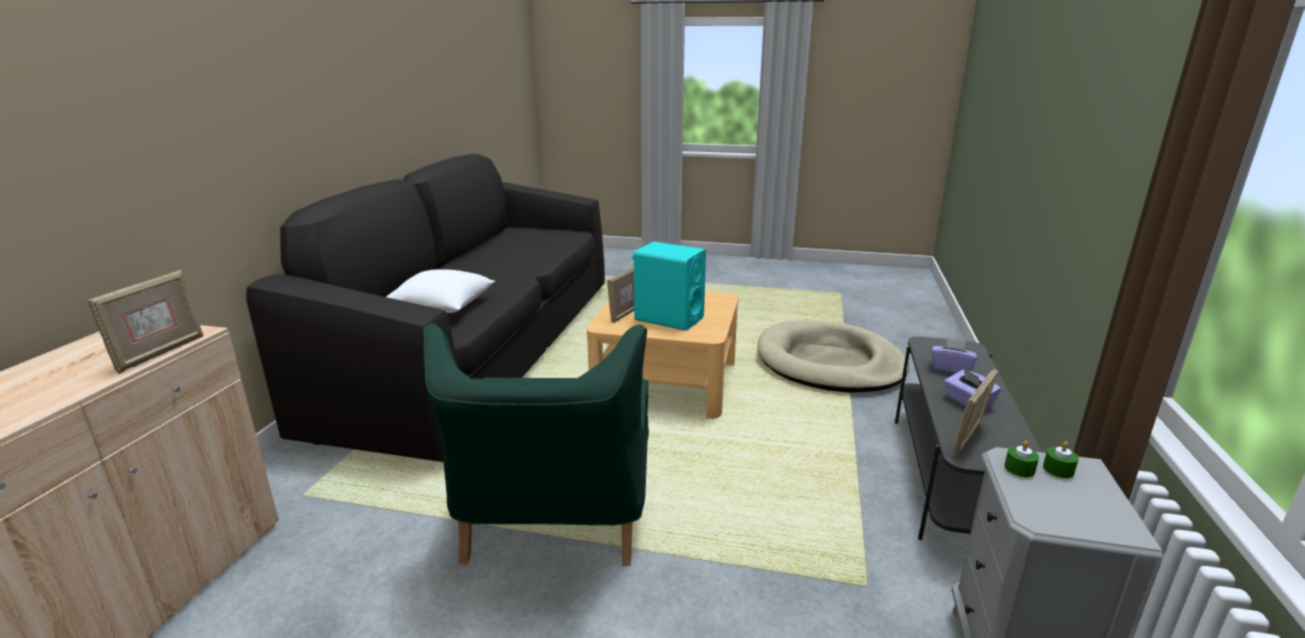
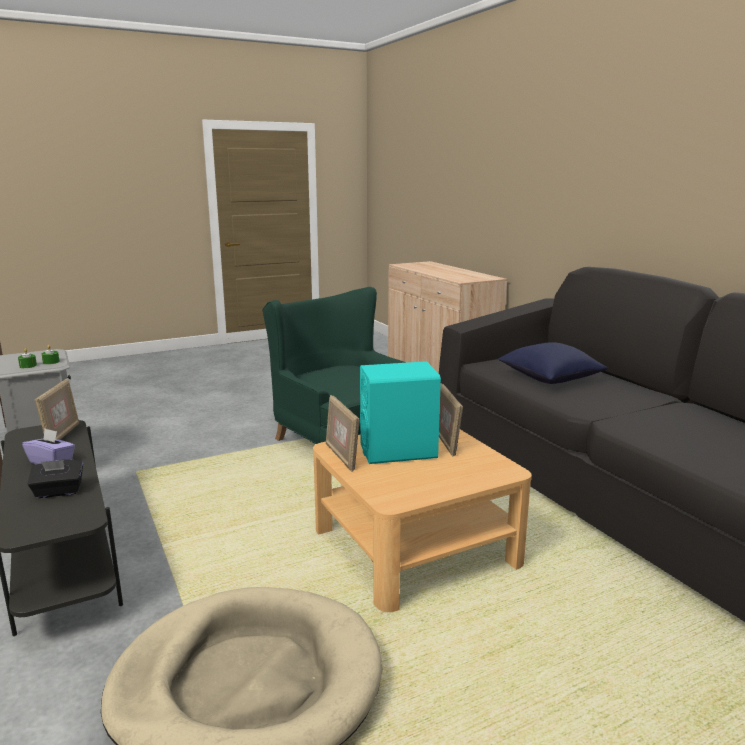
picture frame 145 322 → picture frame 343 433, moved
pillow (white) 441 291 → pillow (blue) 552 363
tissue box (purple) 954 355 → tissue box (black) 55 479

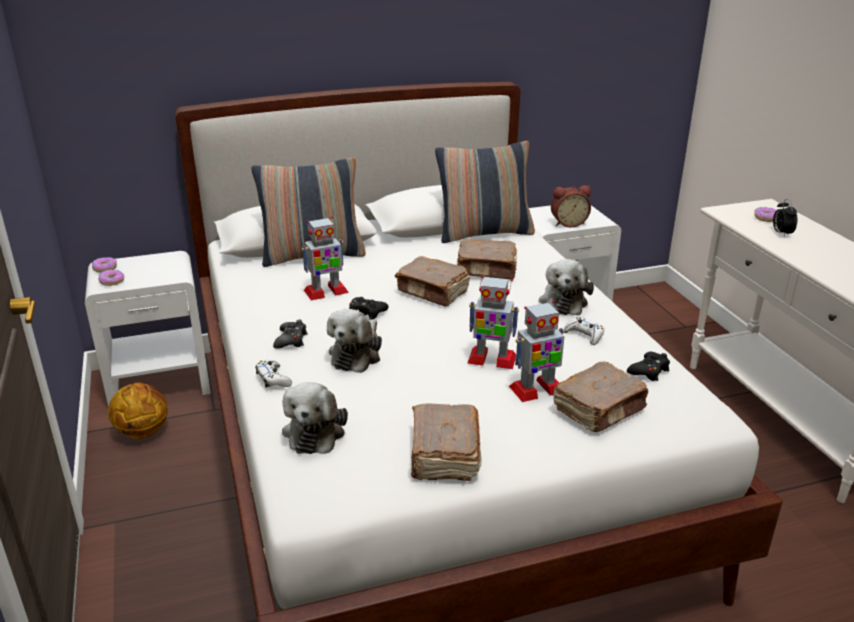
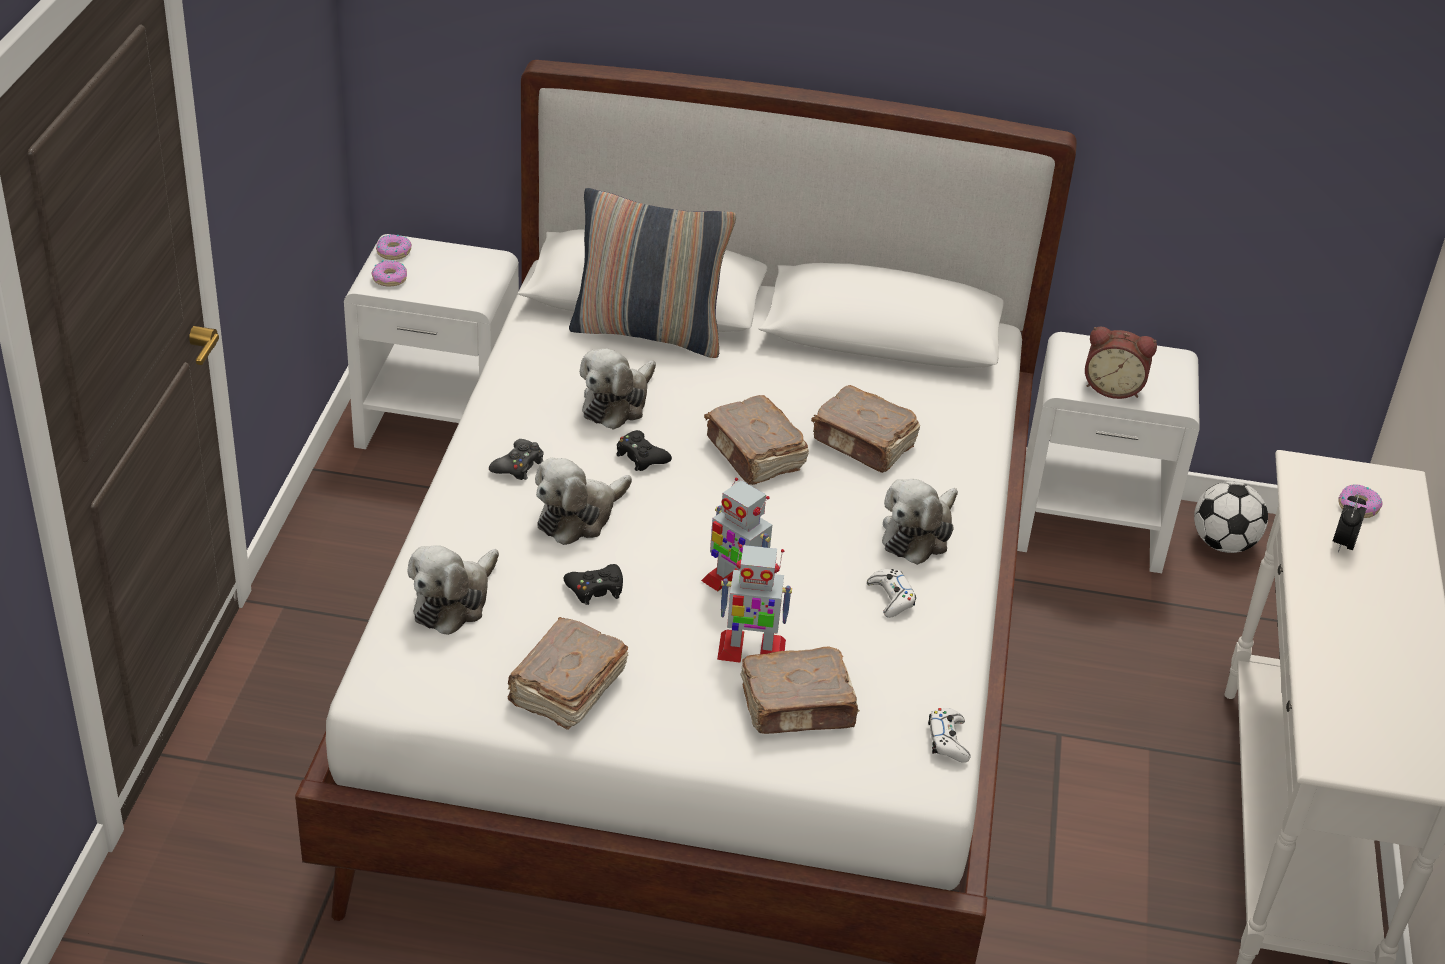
basketball 138 410 → -
game controller (white) 273 373 → game controller (white) 949 735, moved
toy robot 325 258 → plush toy 618 389
pillow 485 192 → -
game controller (black) 648 366 → game controller (black) 593 584, moved
- → football 1231 517

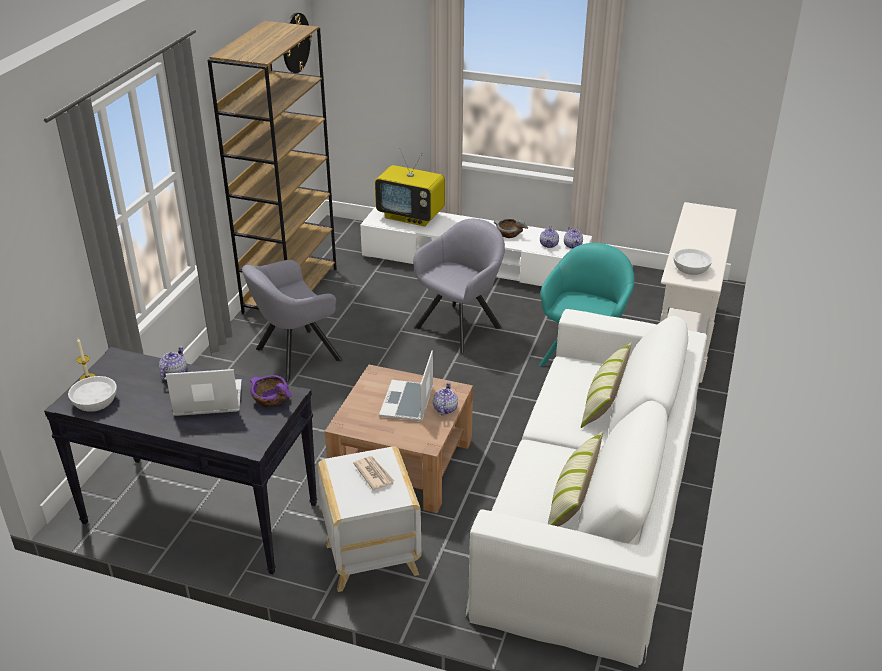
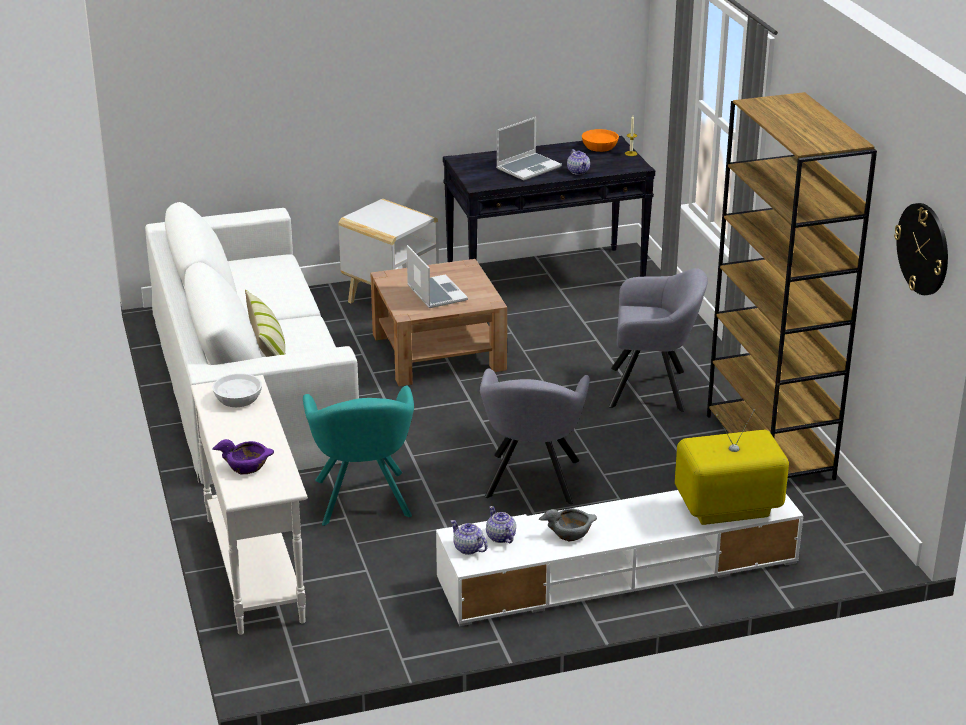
bowl (white) 92 394 → bowl (orange) 600 140
armchair (grey) 292 321 → armchair (grey) 658 340, 75 degrees clockwise
bowl (purple) 271 391 → bowl (purple) 243 457, moved
newspaper 373 473 → -
teapot 445 399 → -
pillow 575 478 → -

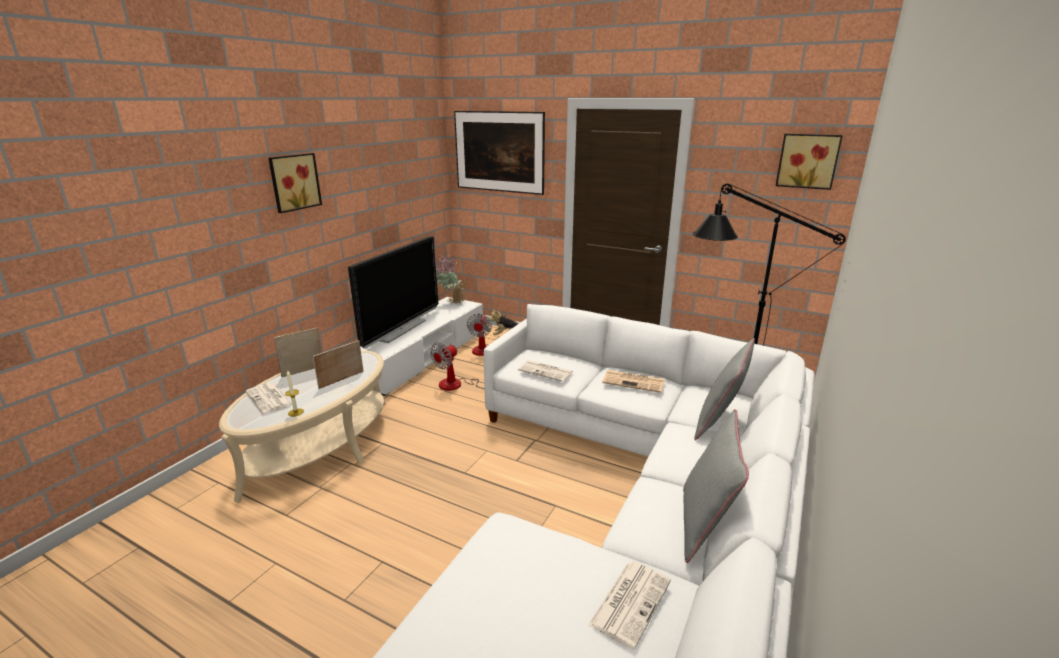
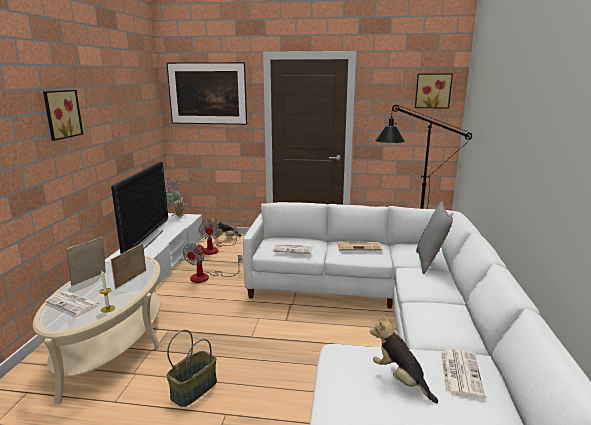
pillow (grey) 716 486 → -
- → basket 191 368
- → plush toy 404 358

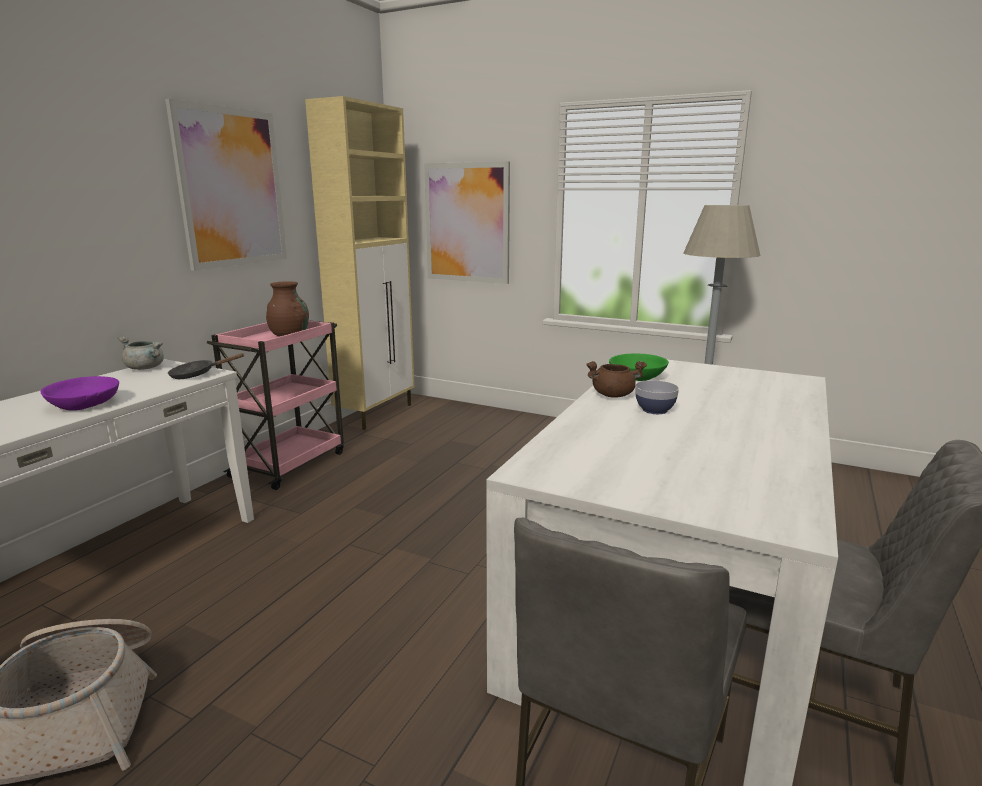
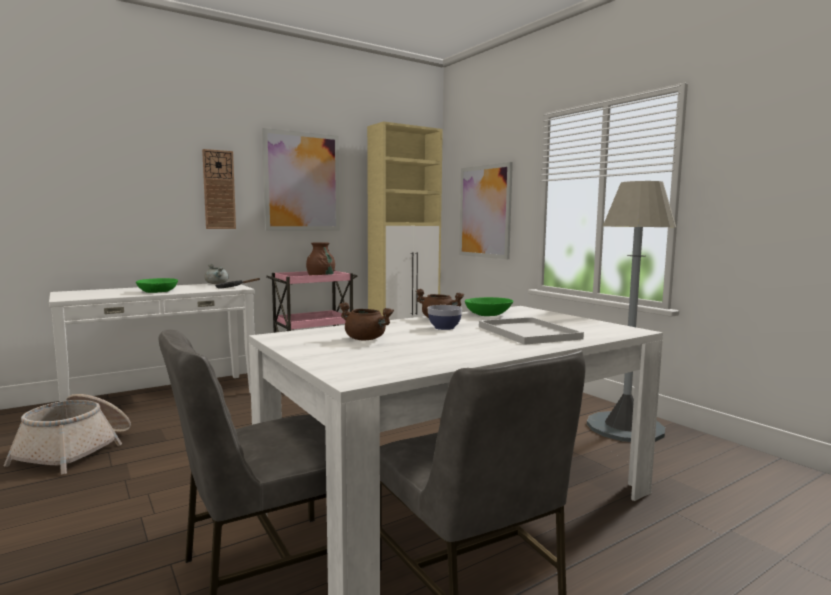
bowl (purple) 79 393 → bowl (green) 157 285
- → wall clock 219 189
- → cooking pot (brown) 366 321
- → tray (white) 531 331

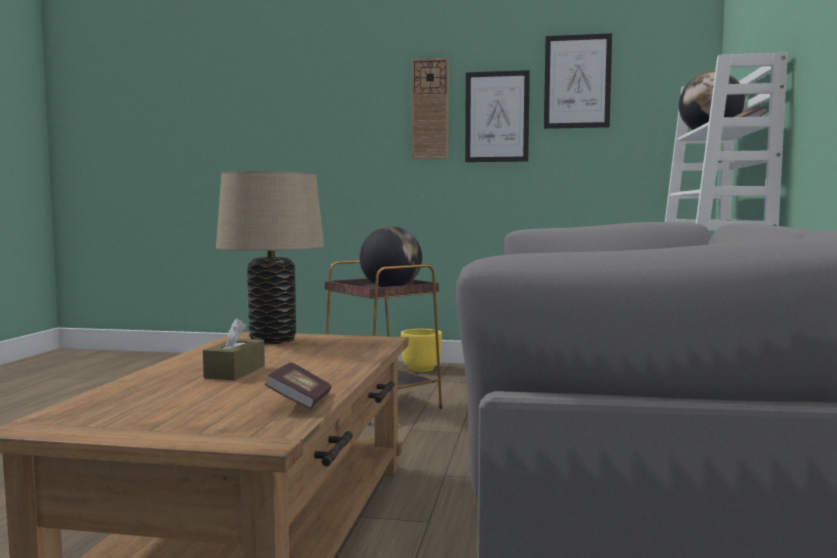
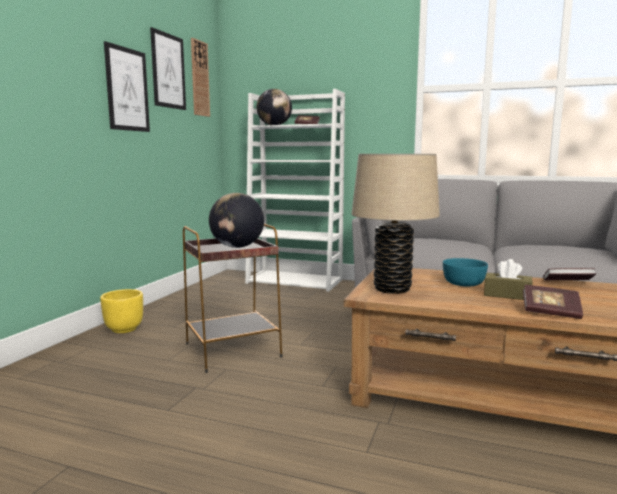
wall clock 430 108 → wall clock 200 77, moved
- → bowl (turquoise) 465 272
- → book 553 302

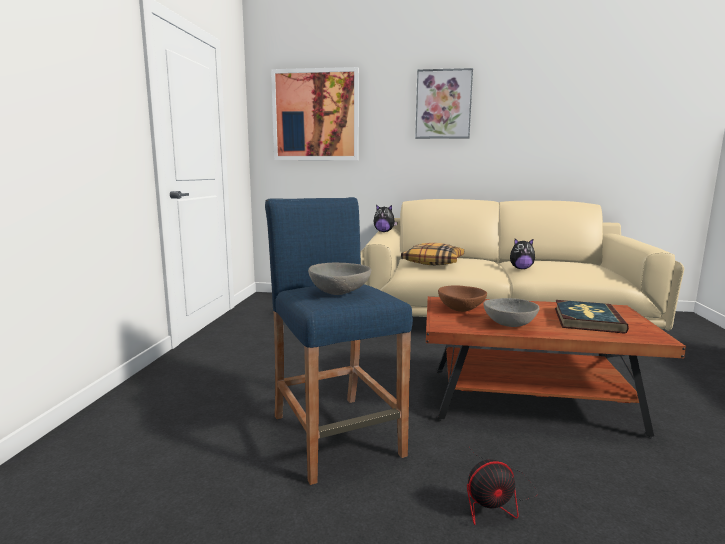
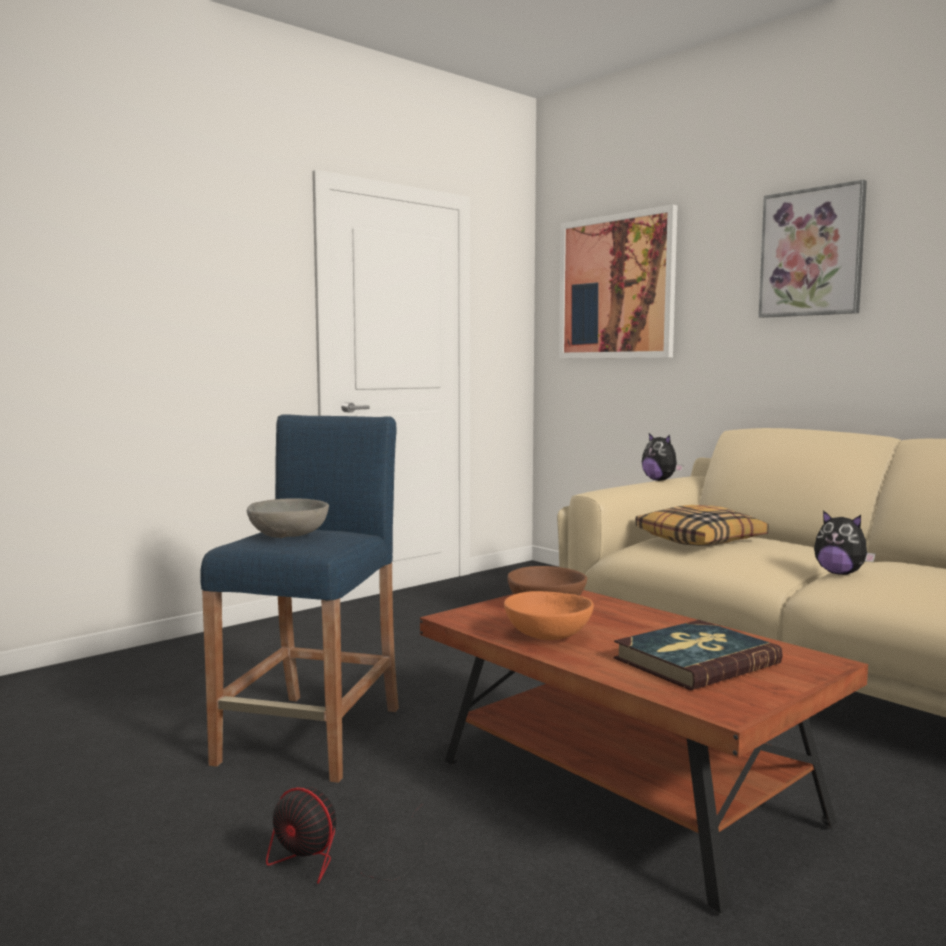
bowl (grey) 511 312 → bowl (orange) 549 615

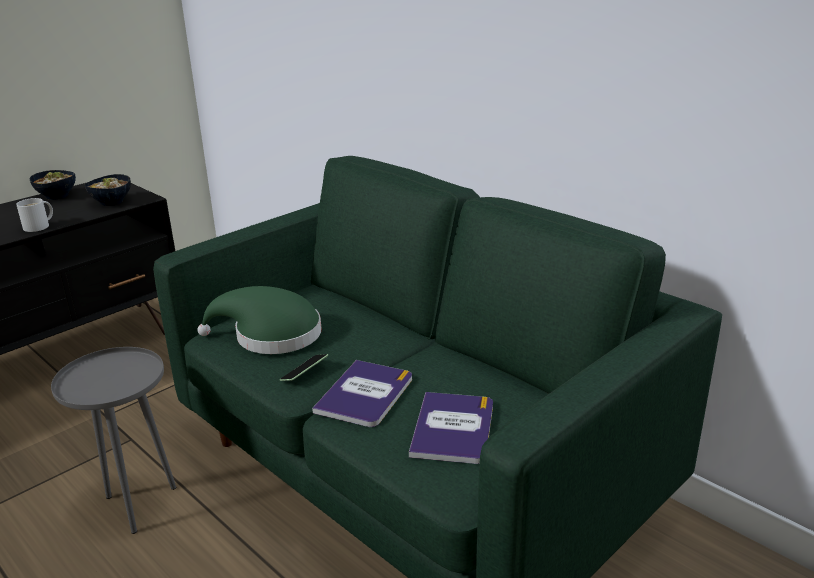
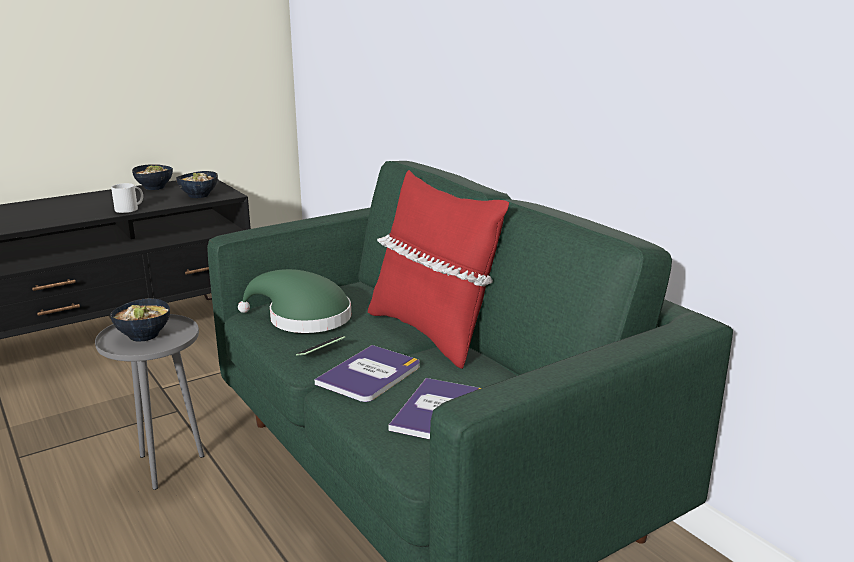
- → bowl 140 320
- → pillow (red) 438 269

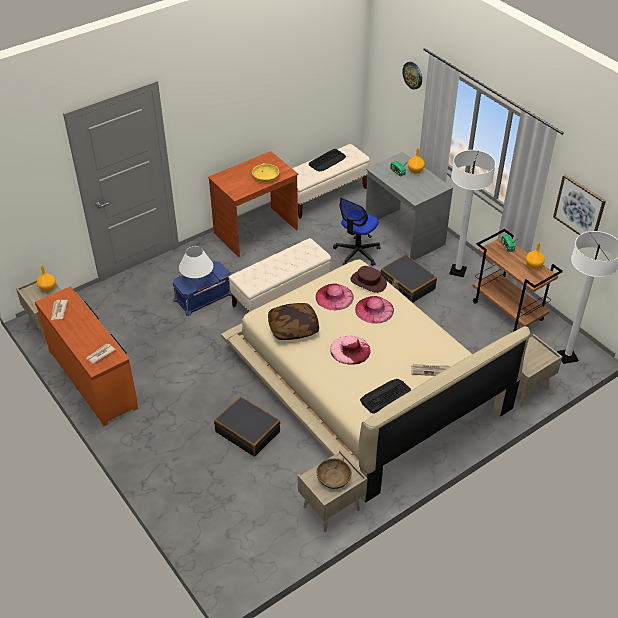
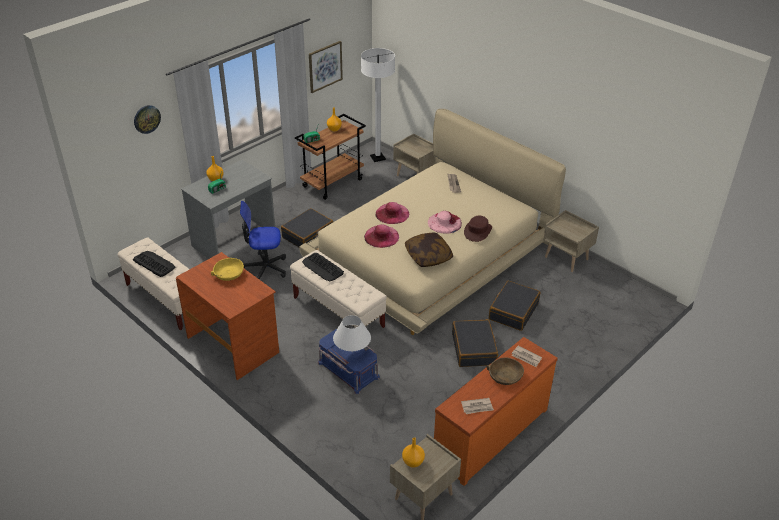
bowl (brown) 334 473 → bowl (brown) 505 371, moved
office chair 356 232 → office chair 263 240, 150 degrees clockwise
hat (brown) 368 279 → hat (brown) 478 229, moved
keyboard 385 396 → keyboard 323 267, moved
floor lamp (white) 472 213 → -
- → suitcase (black) 475 343

